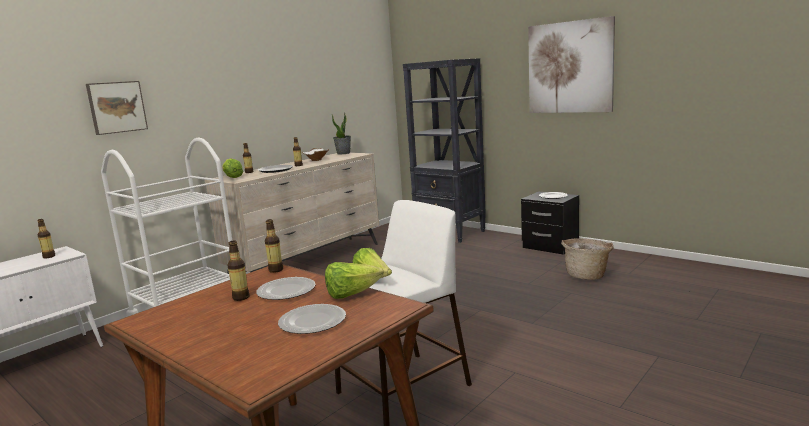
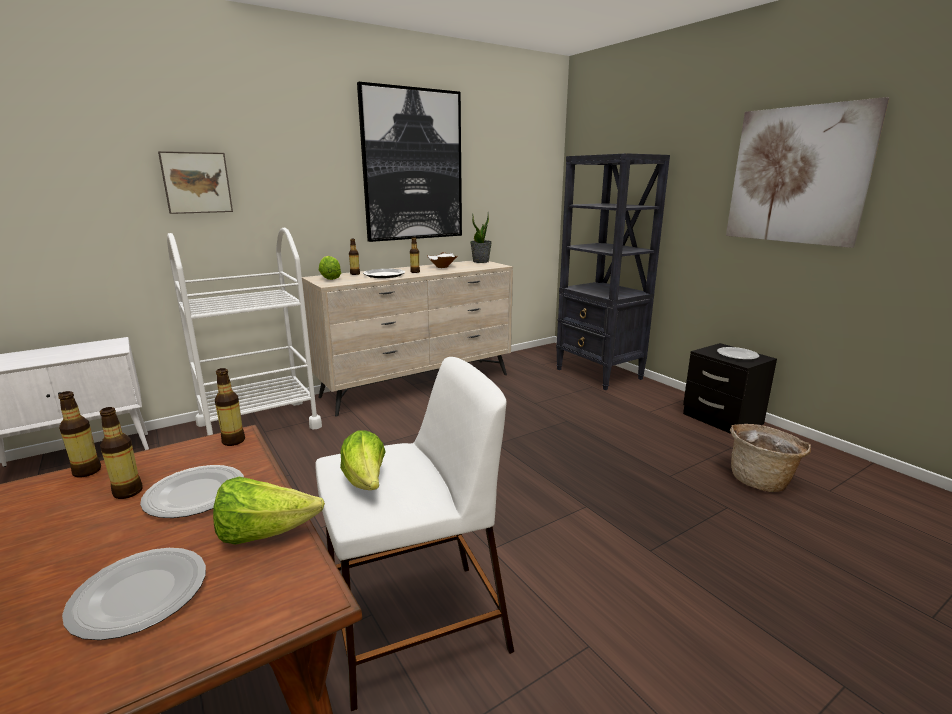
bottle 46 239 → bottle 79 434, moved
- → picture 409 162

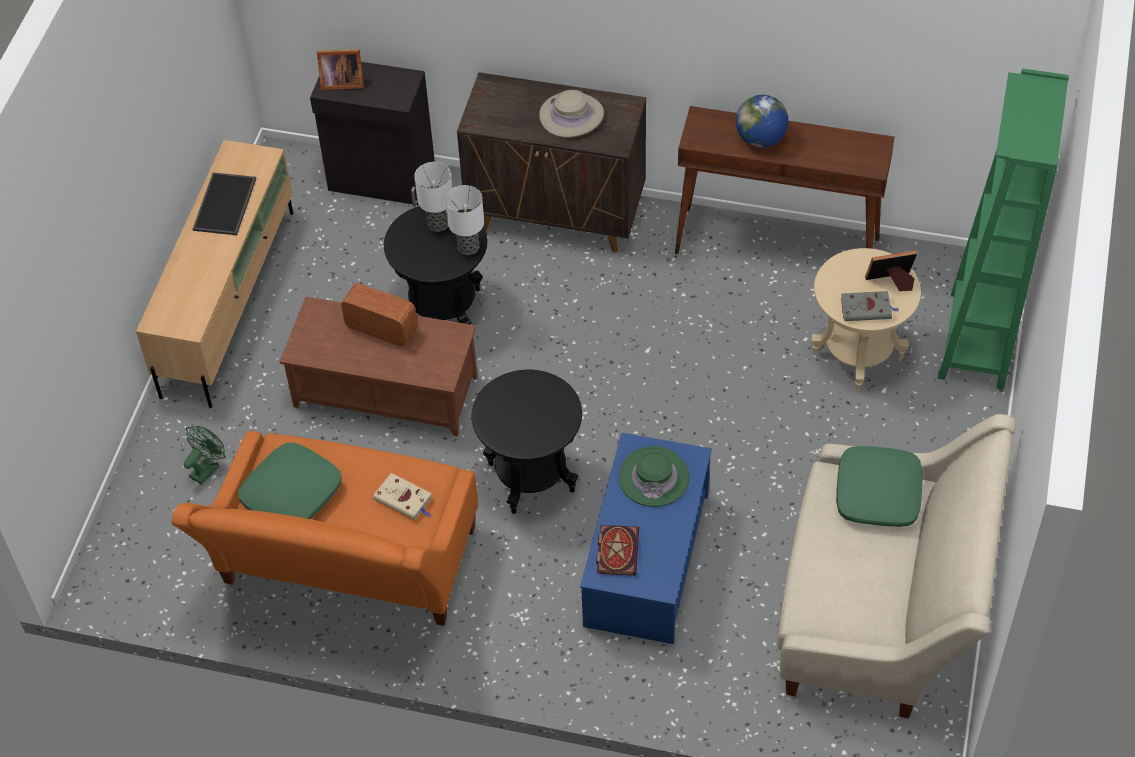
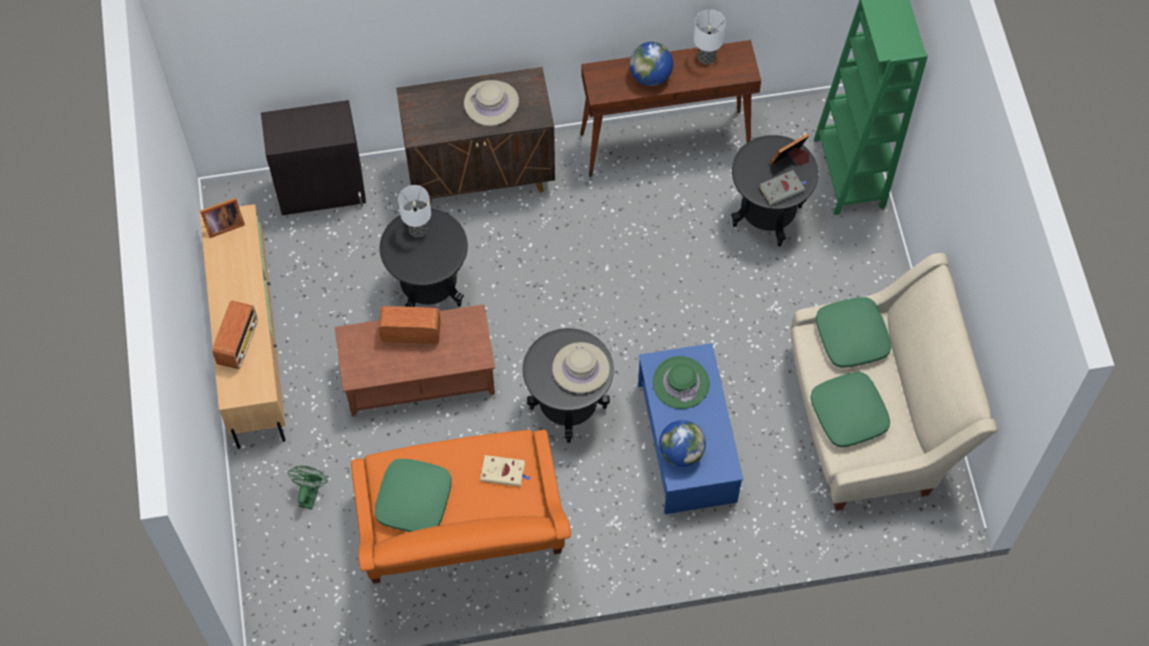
tray 224 203 → -
picture frame 340 69 → picture frame 222 217, moved
table lamp 464 220 → table lamp 710 36, moved
book 617 550 → globe 682 443
side table (beige) 866 319 → side table (black) 774 190
- → radio 235 335
- → hat (beige) 581 367
- → pillow (green) 850 409

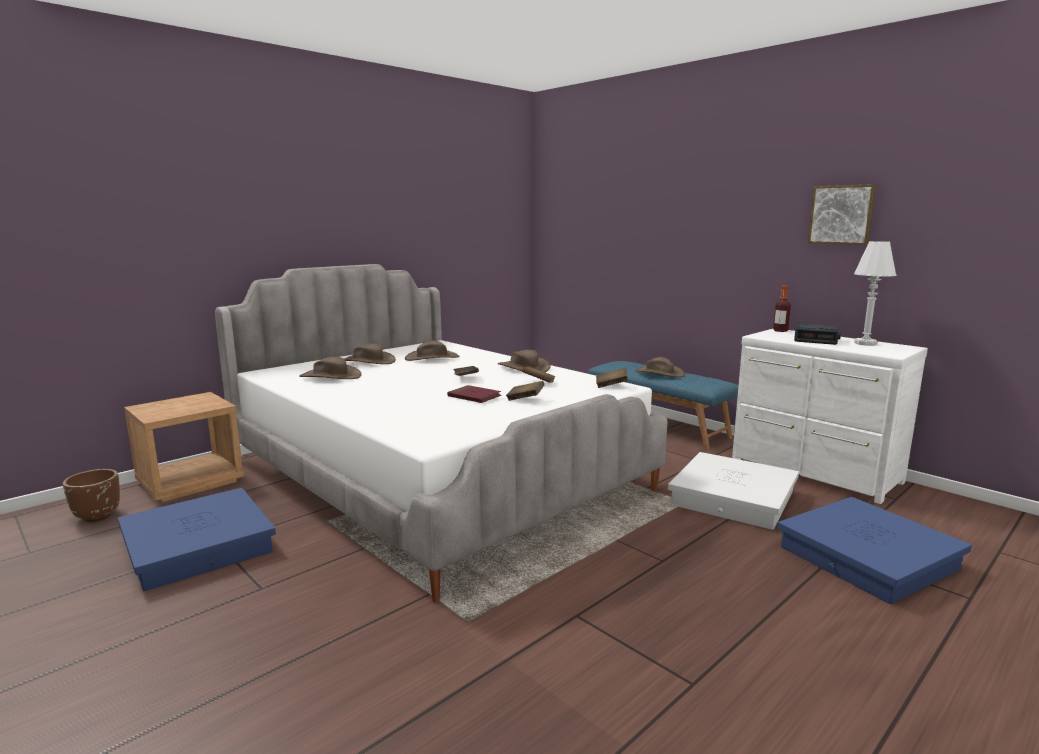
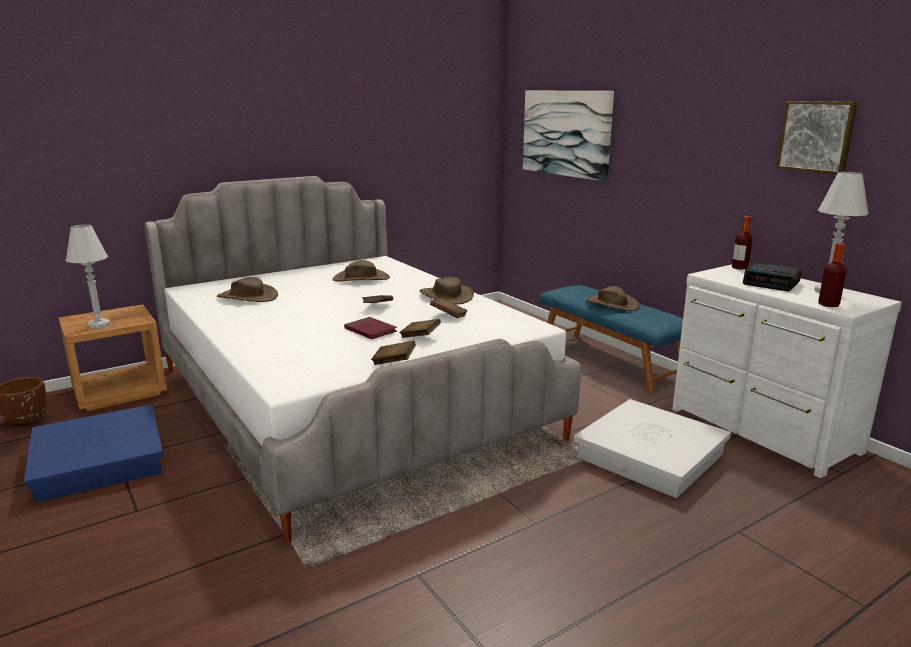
hat (brown) 370 354 → -
book (brown) 612 378 → book (brown) 393 352, moved
storage box (blue) 874 550 → -
- → table lamp (white) 88 276
- → picture 568 135
- → bottle 832 275

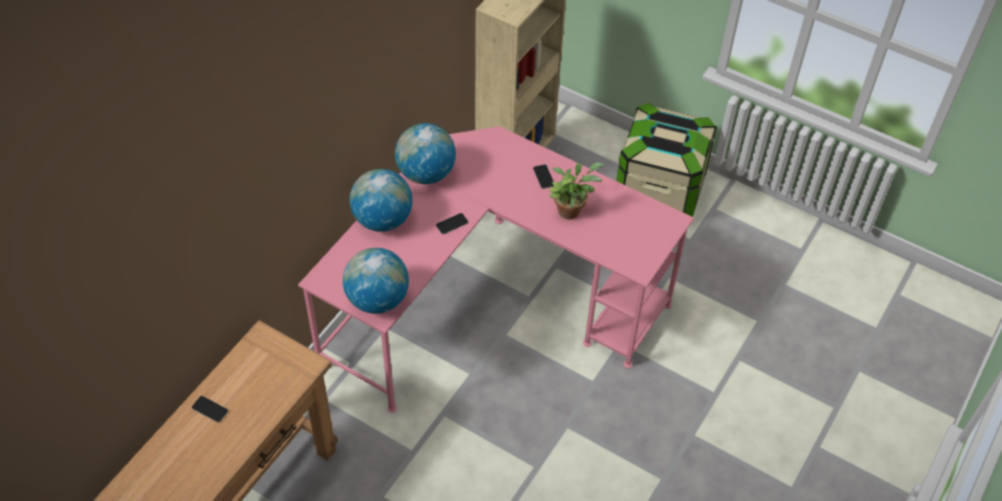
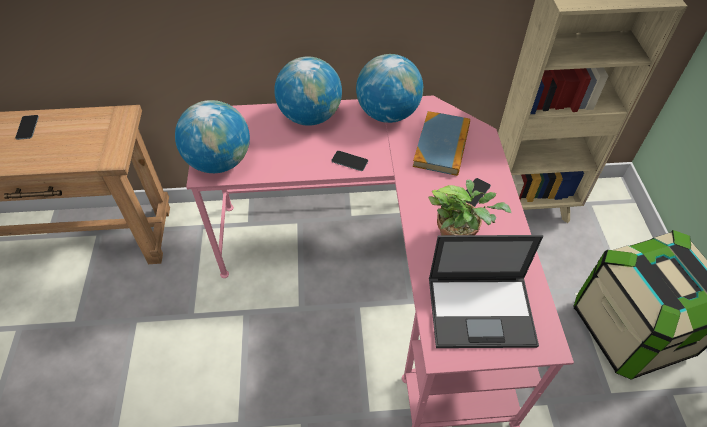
- → book 441 143
- → laptop 486 291

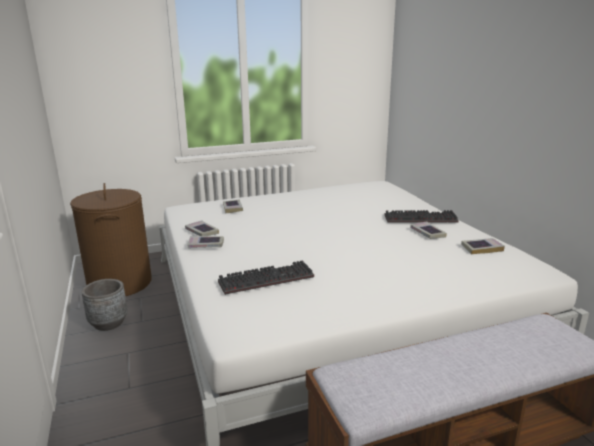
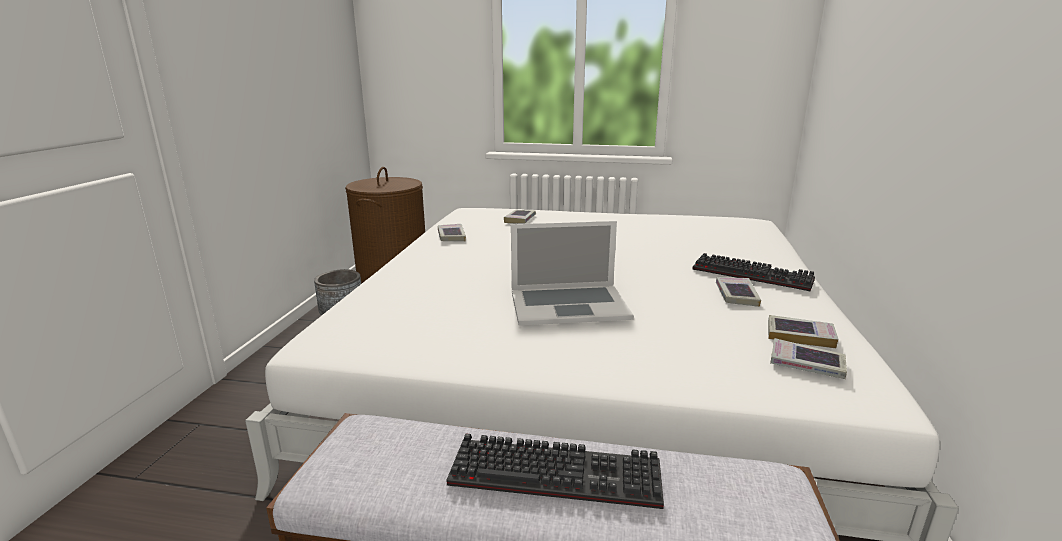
book 206 242 → book 808 358, moved
keyboard 266 277 → keyboard 555 471, moved
- → laptop 572 273

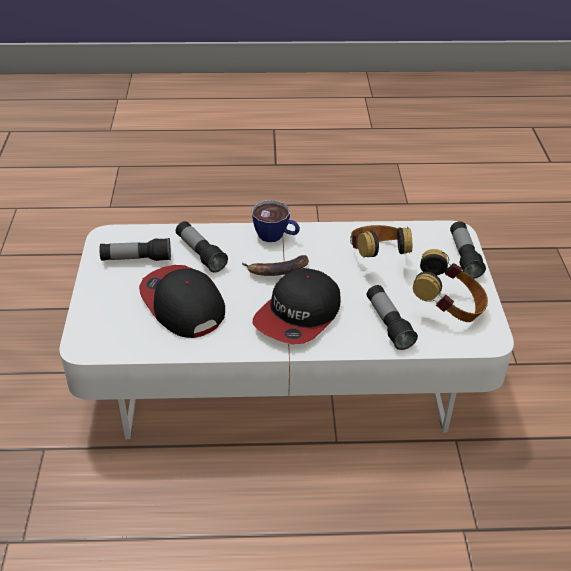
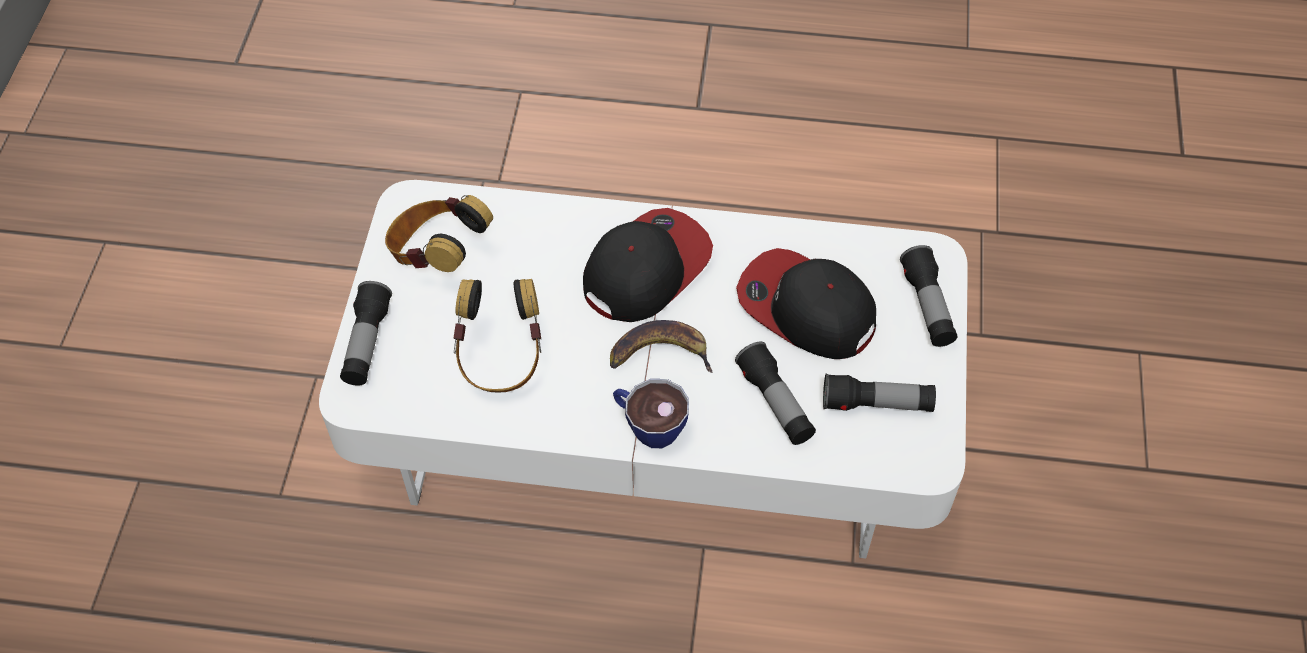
cap 182 301 → cap 806 303, 150 degrees clockwise
flashlight 392 317 → flashlight 928 296, moved

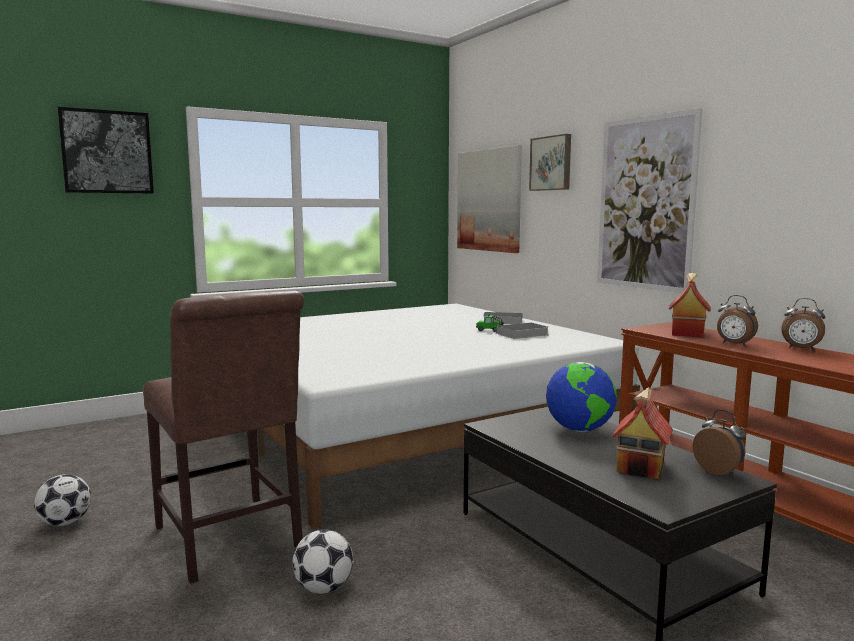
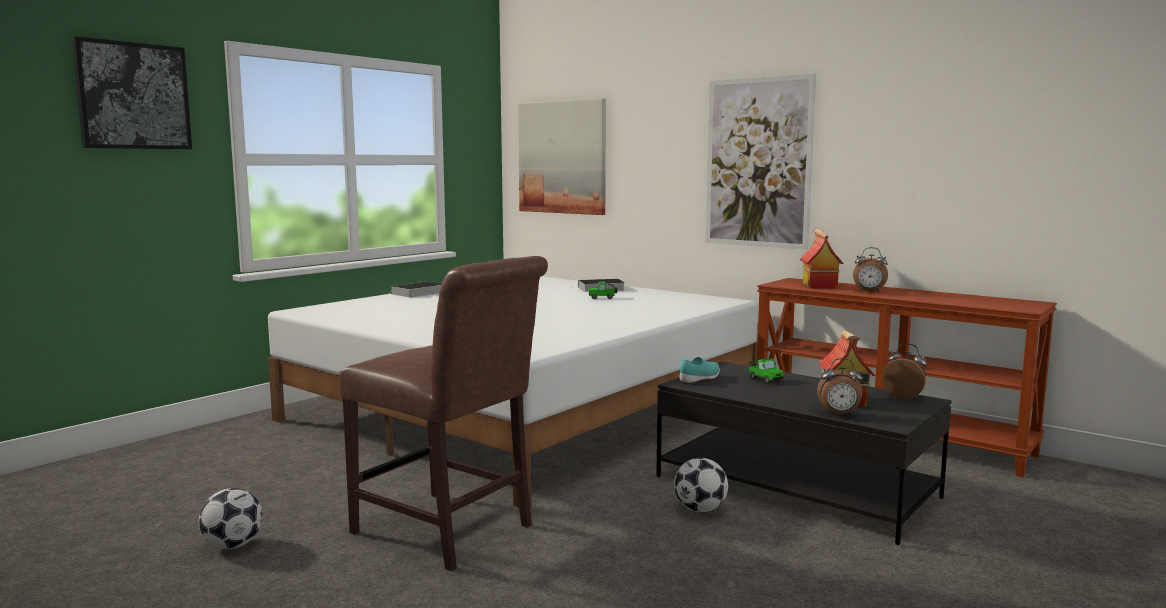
football 322 562 → football 701 485, moved
book 519 330 → book 414 289, moved
picture 550 162 → -
globe 581 397 → toy car 766 370
alarm clock 803 324 → alarm clock 840 387, moved
- → shoe (turquoise) 699 370

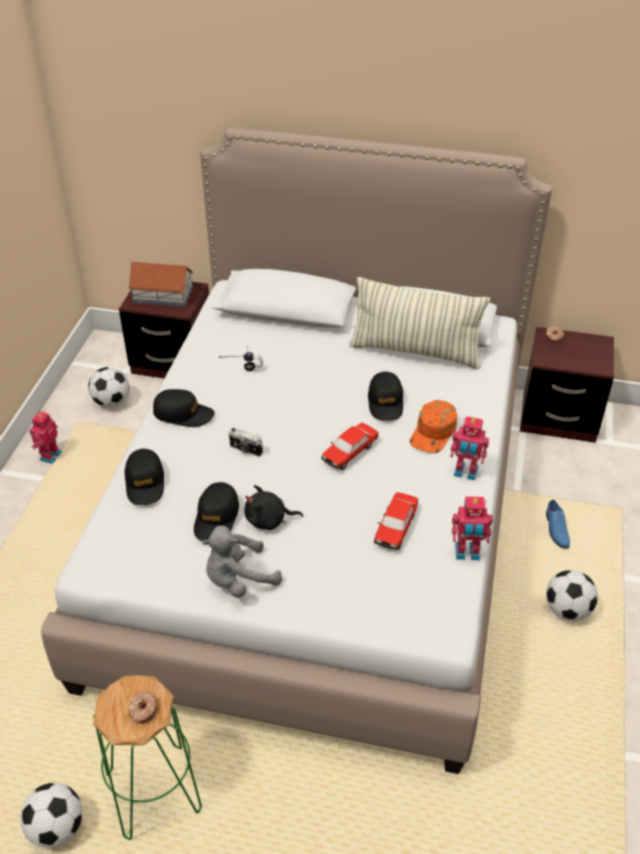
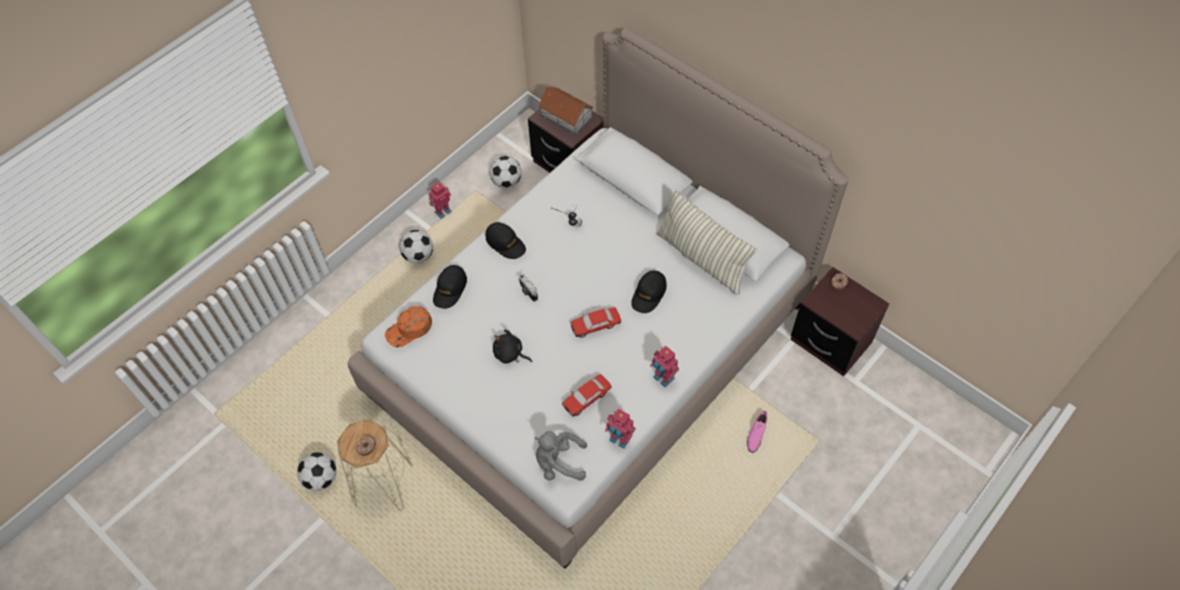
stool (green) 147 757 → stool (beige) 375 465
cap (black) 216 511 → -
plush toy (grey) 242 562 → plush toy (grey) 561 456, moved
cap (orange) 433 426 → cap (orange) 408 327, moved
shoe (blue) 558 524 → shoe (pink) 757 432
football 572 595 → football 416 246, moved

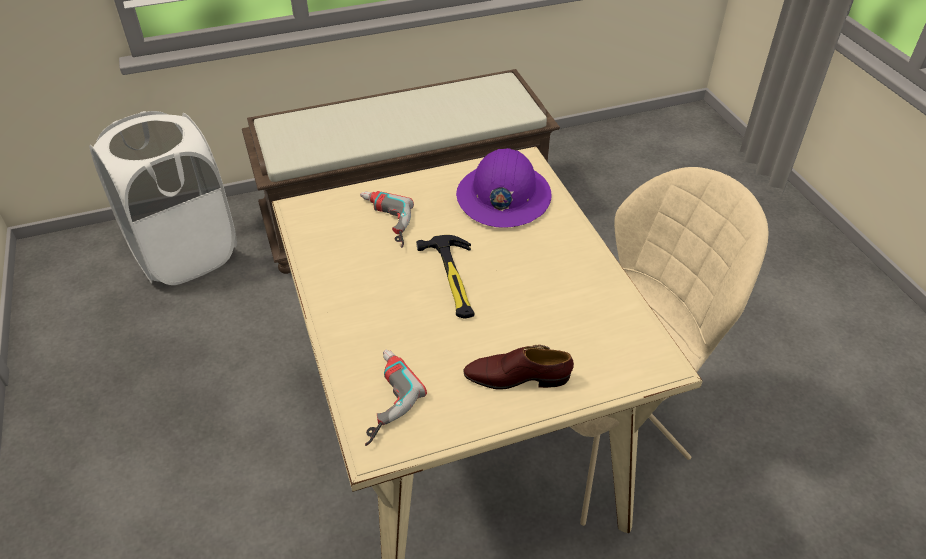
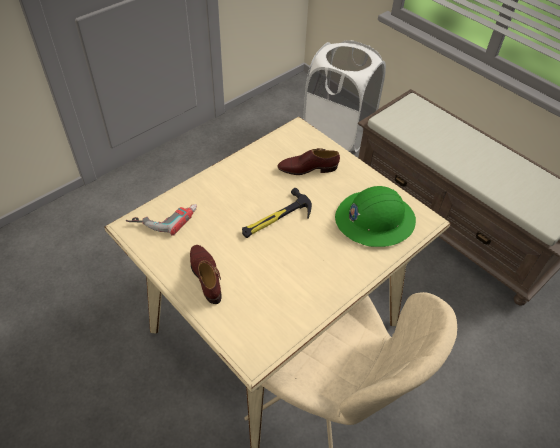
power drill 387 219 → shoe (brown) 308 161
hard hat (purple) 504 188 → hard hat (green) 375 216

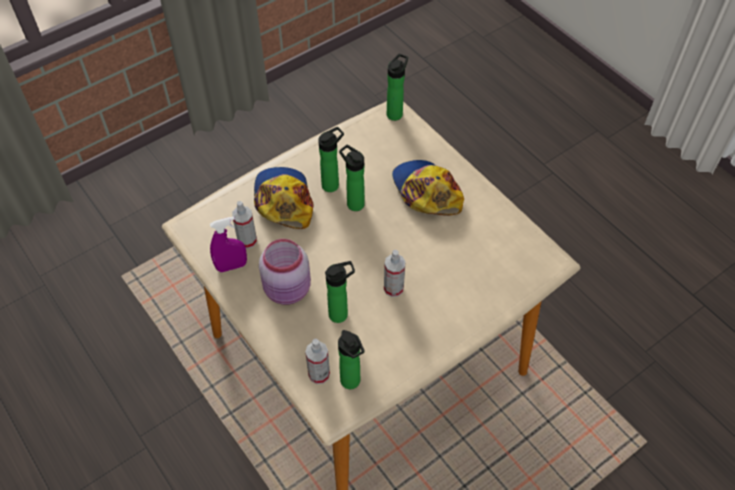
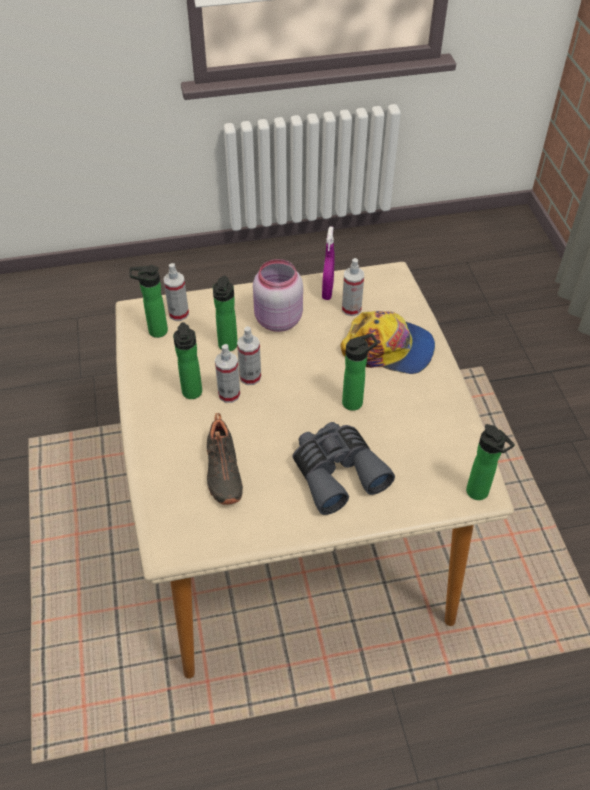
bottle 331 159 → bottle 187 360, moved
cap 428 188 → binoculars (grey) 343 468
- → shoe (black) 225 459
- → spray bottle 249 355

